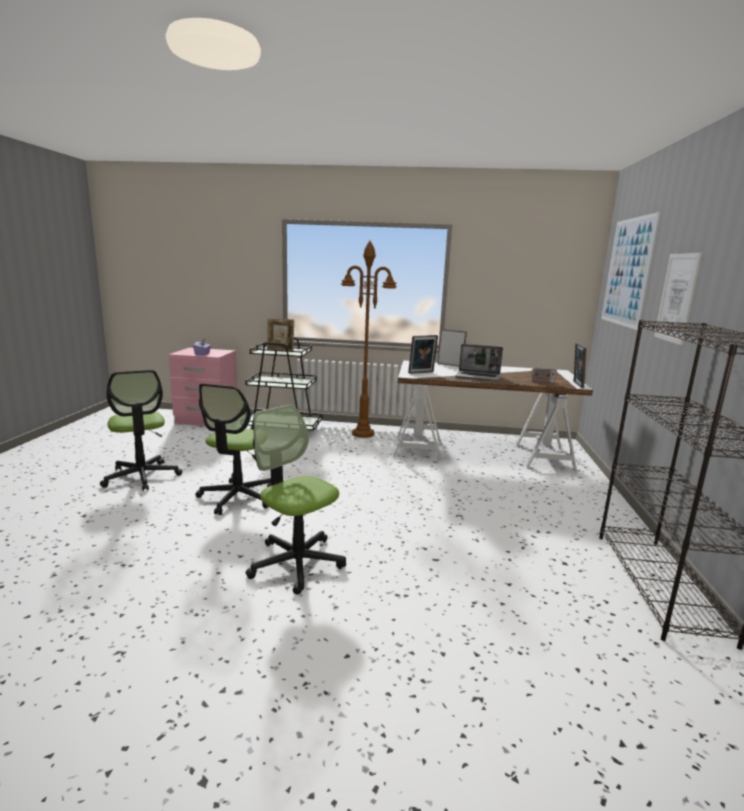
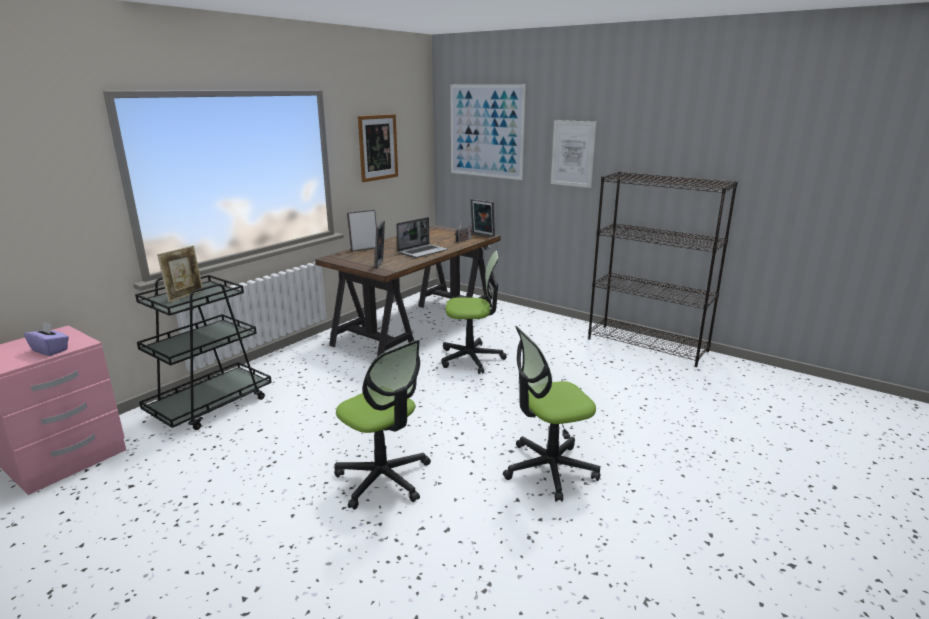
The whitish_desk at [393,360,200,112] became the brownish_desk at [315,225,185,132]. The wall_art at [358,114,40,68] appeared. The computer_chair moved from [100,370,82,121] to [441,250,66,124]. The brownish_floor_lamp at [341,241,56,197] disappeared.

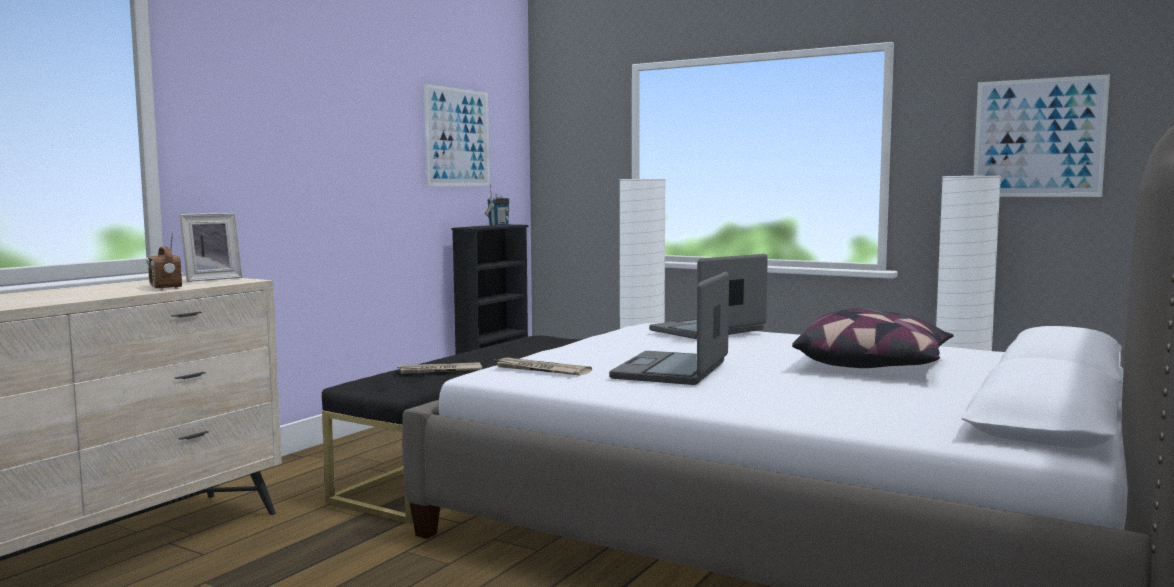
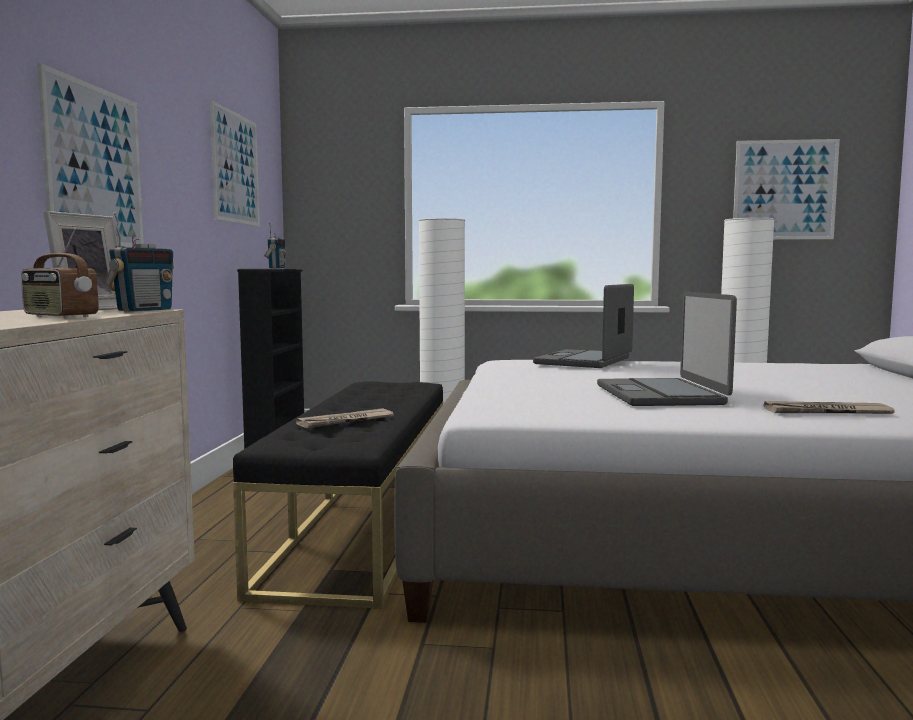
The wall_art at [37,63,107,185] appeared. The radio_receiver at [105,212,69,100] appeared. The printed_paper moved from [494,358,98,18] to [764,401,131,13]. The pillow at [792,308,162,60] disappeared.

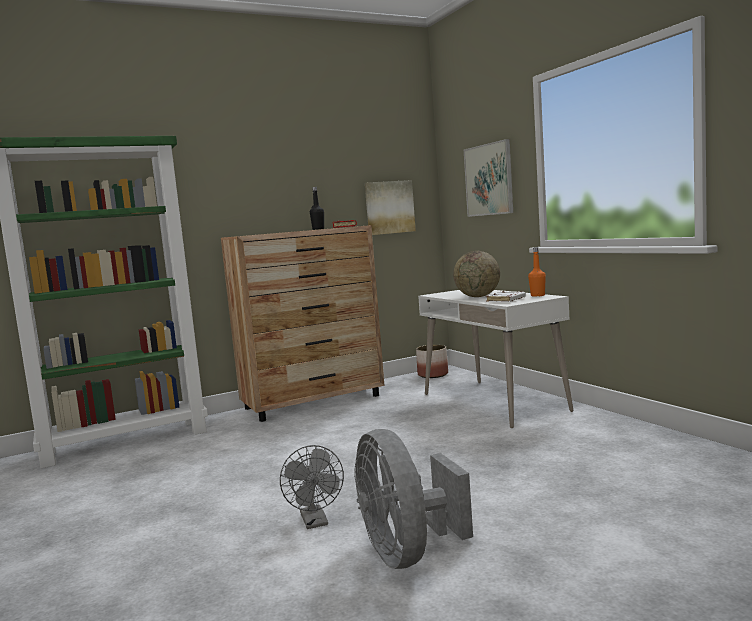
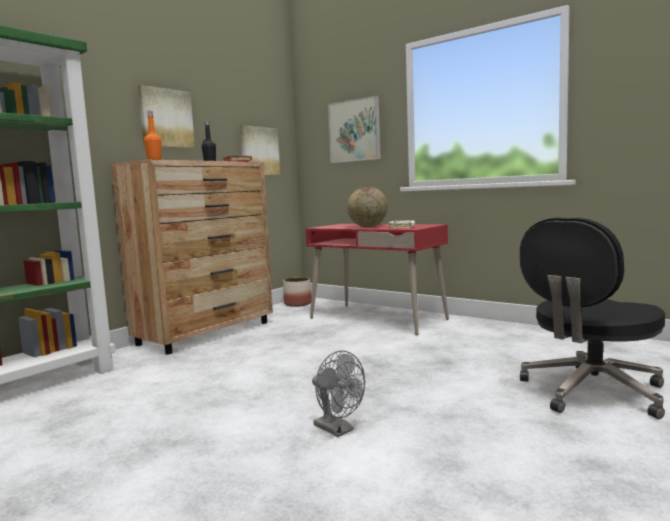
The wall_art at [138,85,57,63] appeared. The orange-coloured_bottle moved from [528,247,18,50] to [144,111,17,49]. The whitish_desk at [418,290,155,138] became the red-coloured_desk at [306,224,143,111]. The black_computer_chair at [520,218,145,201] appeared. The grey_electric_fan at [354,429,119,140] disappeared.

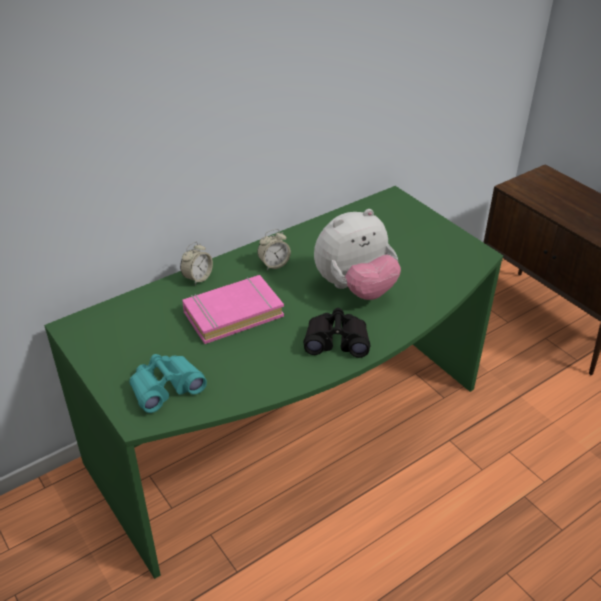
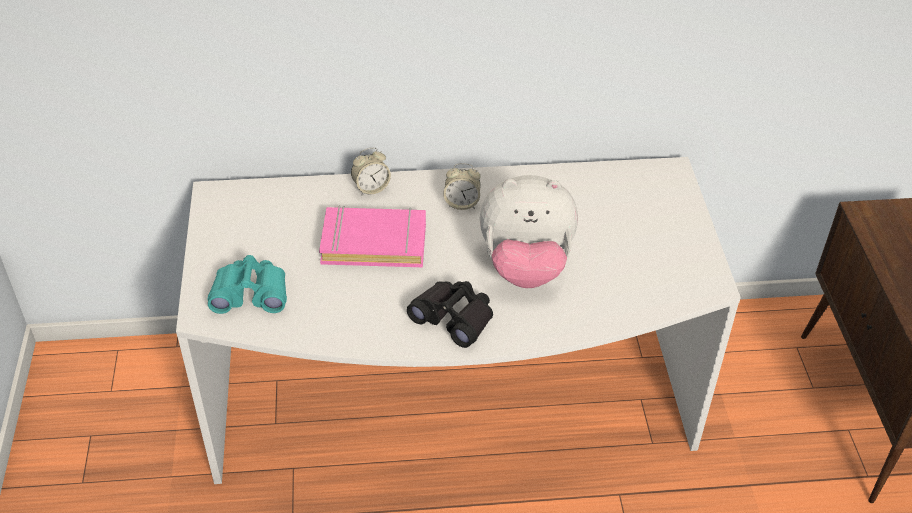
The green_desk at [44,186,459,393] became the whitish_desk at [176,157,565,327].

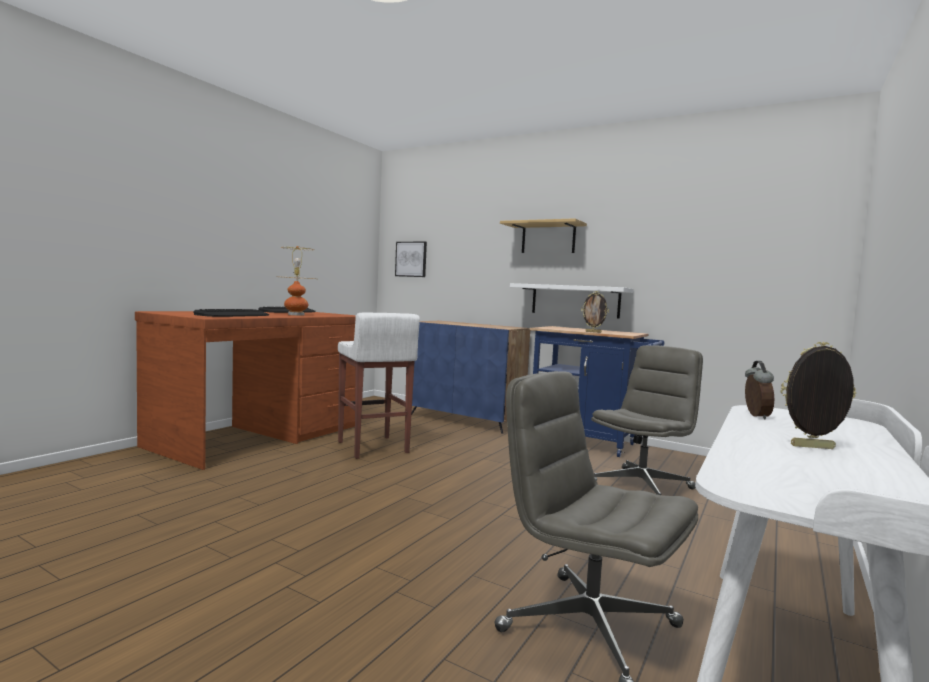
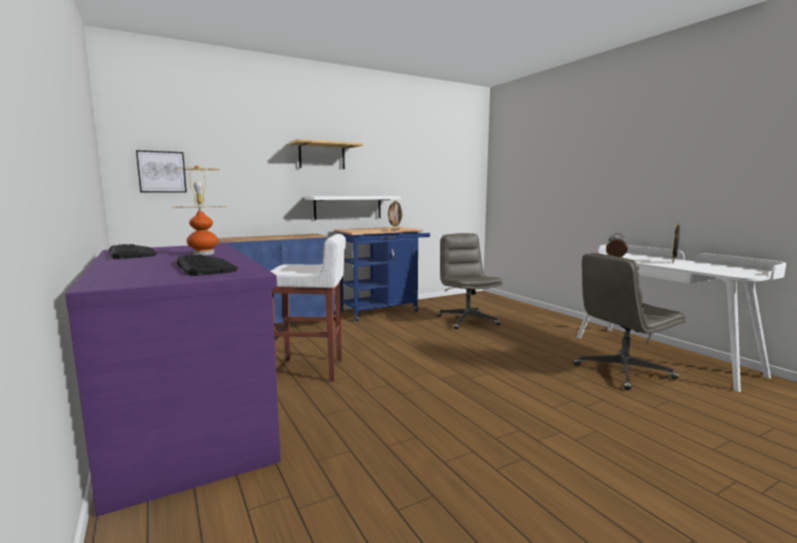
The brownish_desk at [135,311,221,159] became the purple_desk at [65,244,216,272].

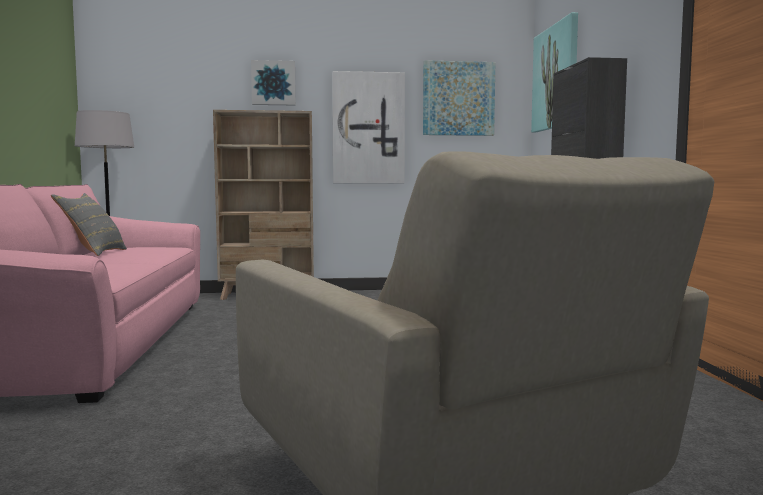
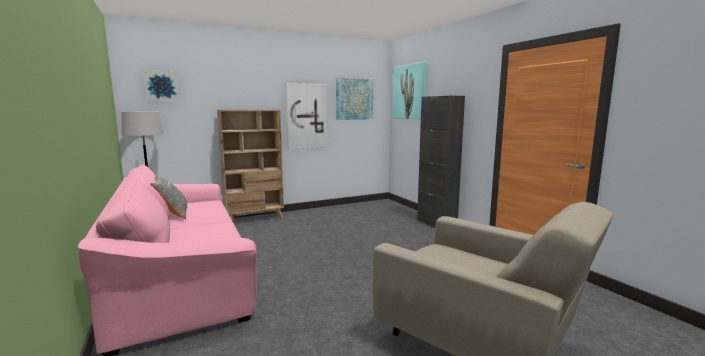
The wall_art moved from [251,60,45,46] to [144,70,36,31].

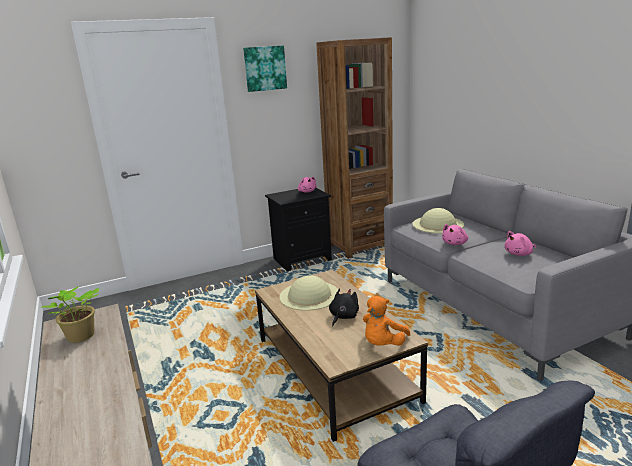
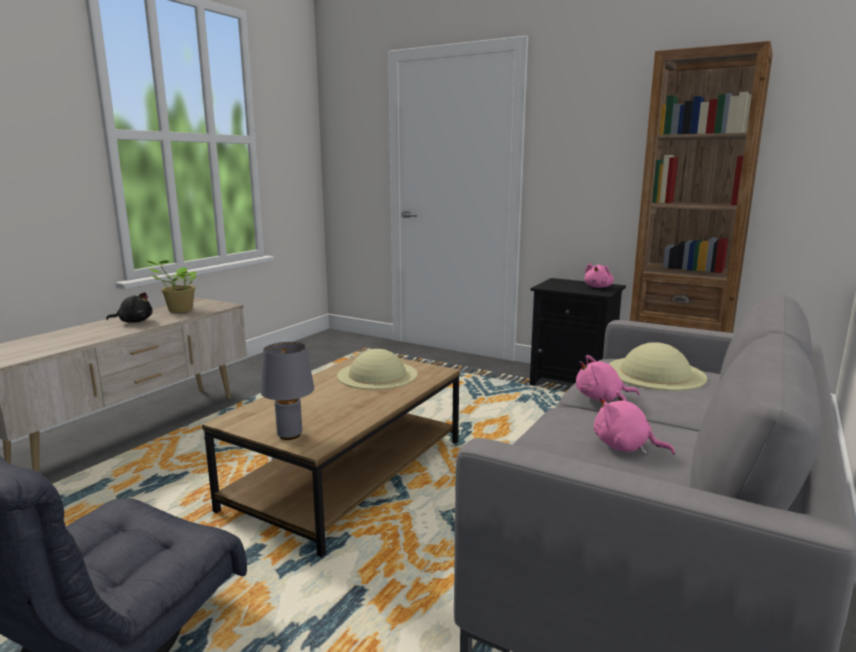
The black_cuddly_toy moved from [329,288,30,38] to [106,292,47,31]. The orange-coloured_cuddly_toy at [363,296,47,50] was replaced by the grey_lamp_for_a_table at [261,342,53,98]. The wall_art at [243,45,44,47] disappeared.

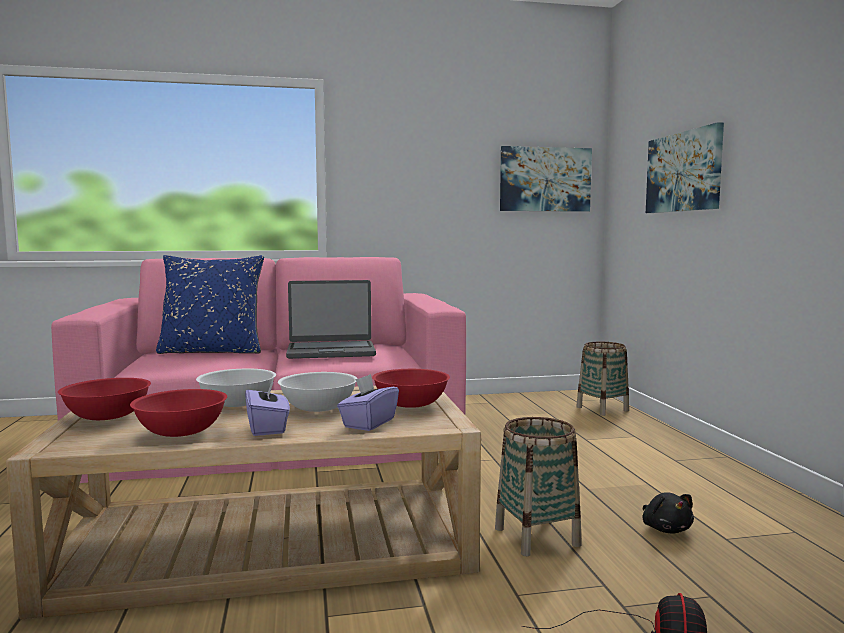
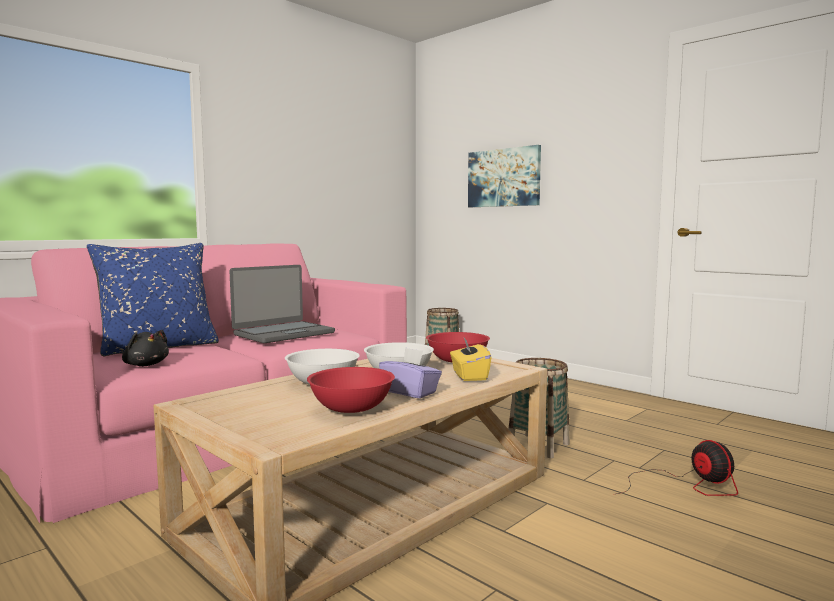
The black_cuddly_toy moved from [643,492,51,42] to [122,330,47,36]. The purple_tissue_box at [337,374,62,57] became the yellow_tissue_box at [450,338,42,43]. The red-coloured_serving_bowl at [58,378,93,42] disappeared. The wall_art at [500,146,92,66] disappeared.

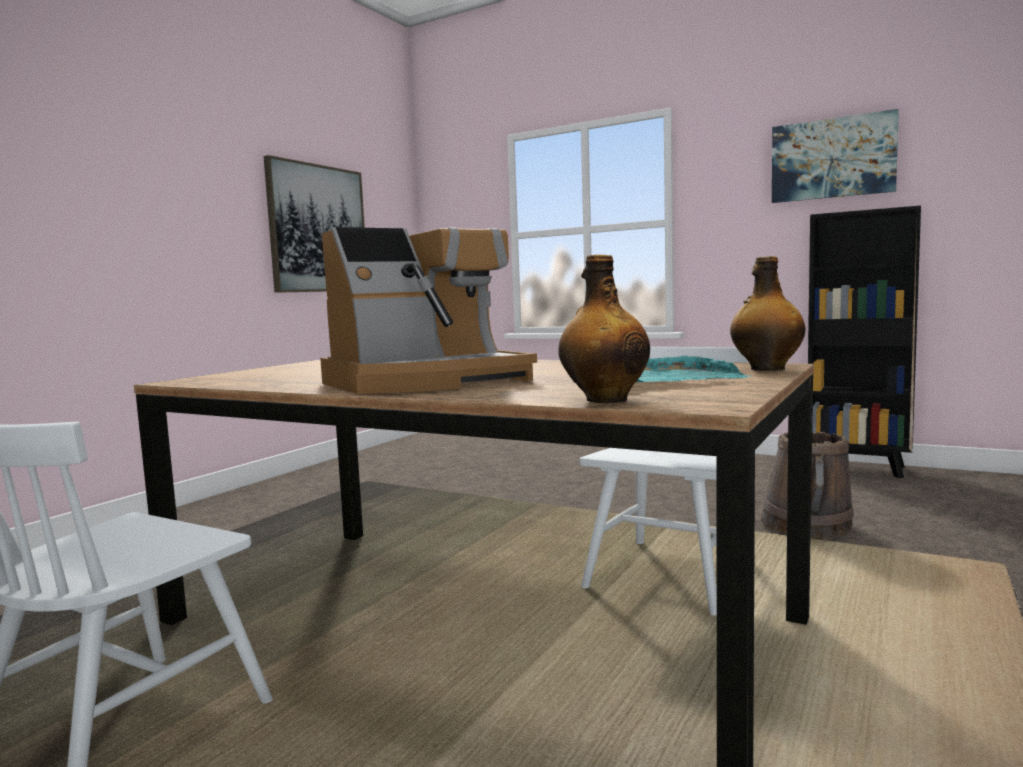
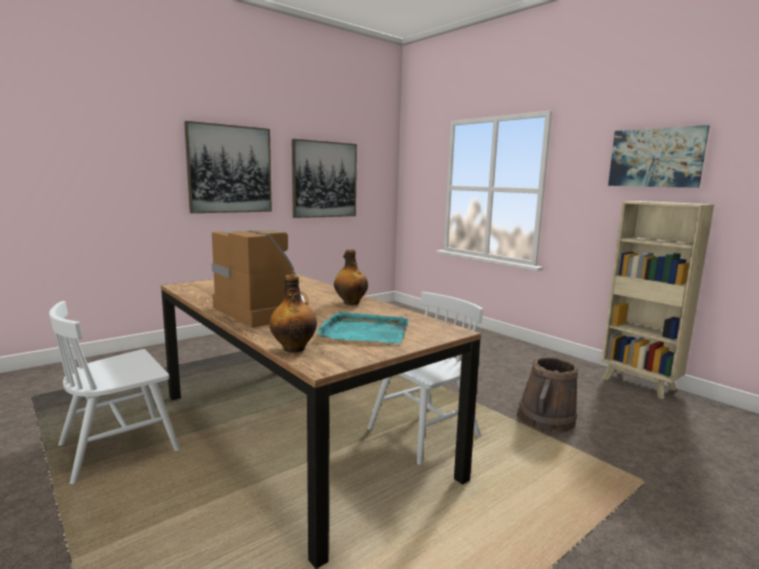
The wall_art at [184,121,88,92] appeared. The coffee_maker at [320,227,217,167] turned 120 degrees counterclockwise. The bottle moved from [730,256,75,115] to [334,249,34,56]. The black_bookcase at [808,205,113,273] became the beige-coloured_bookcase at [601,201,113,198].

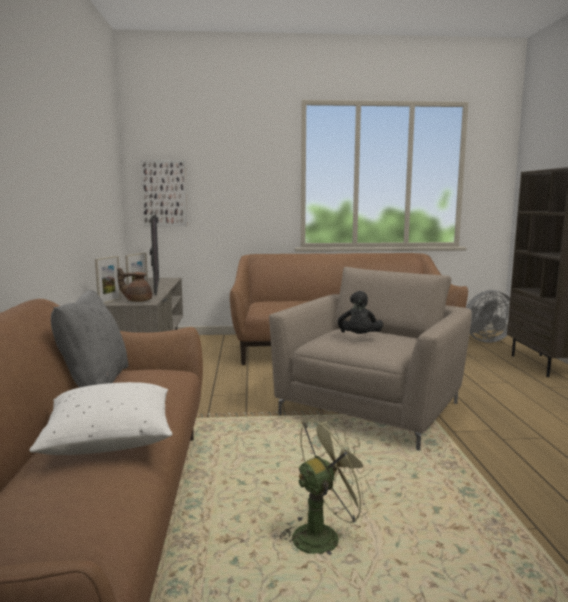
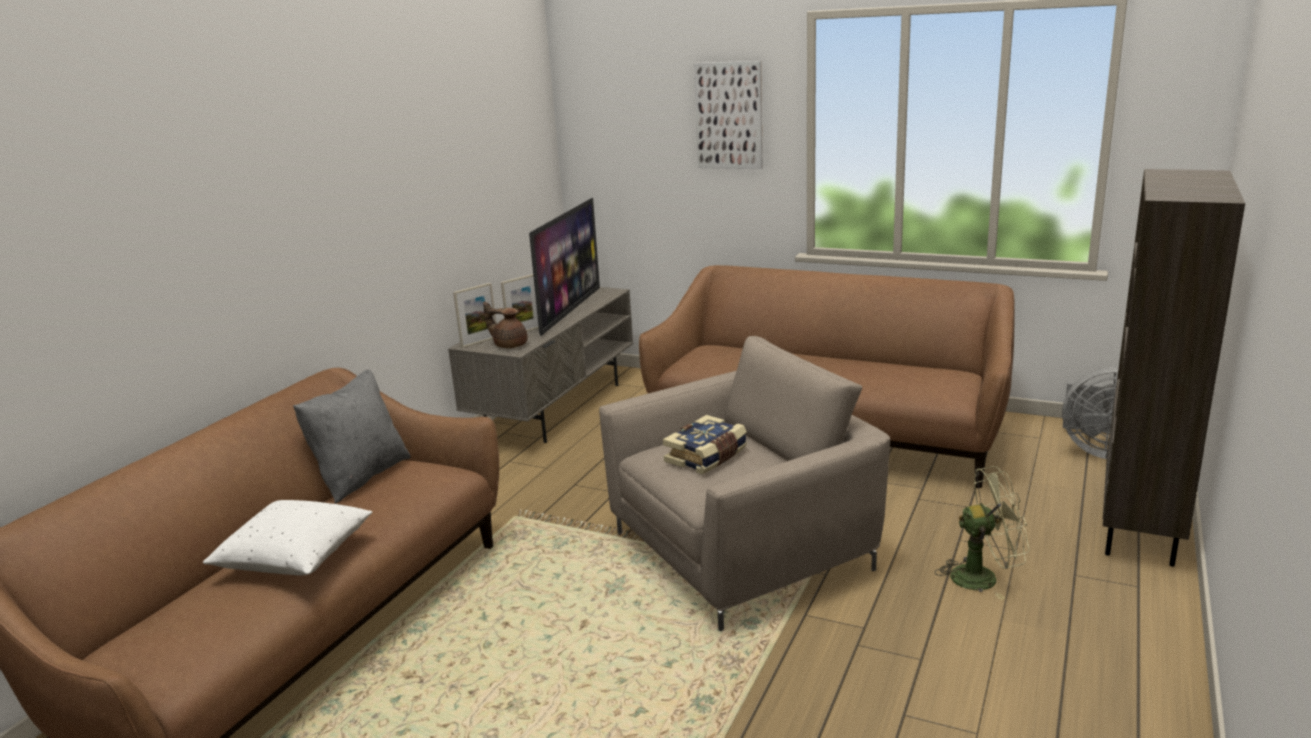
The black_cuddly_toy at [338,291,45,43] was replaced by the volume at [663,415,84,59]. The wall_art moved from [140,160,47,66] to [694,61,69,108]. The green_electric_fan moved from [280,415,97,140] to [935,466,95,134].

